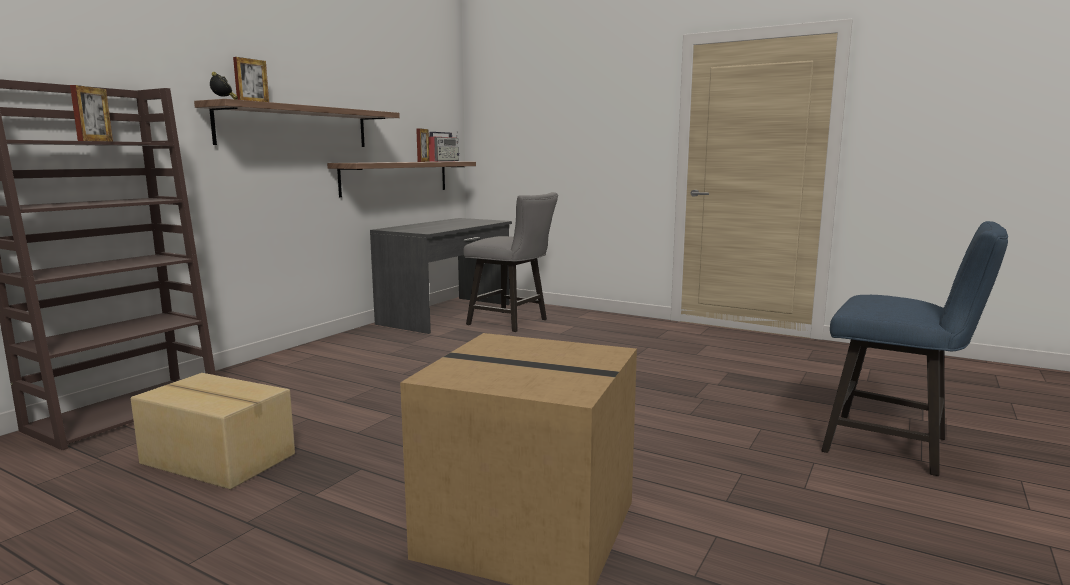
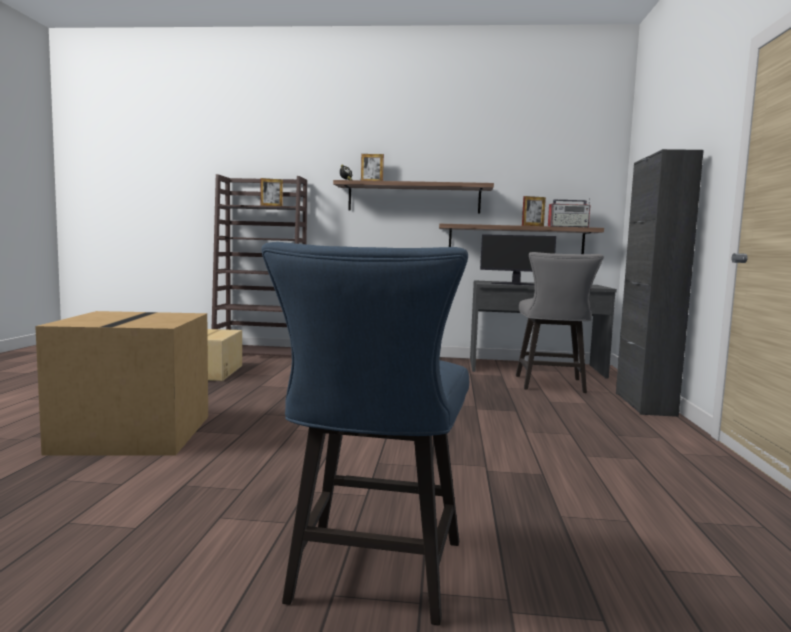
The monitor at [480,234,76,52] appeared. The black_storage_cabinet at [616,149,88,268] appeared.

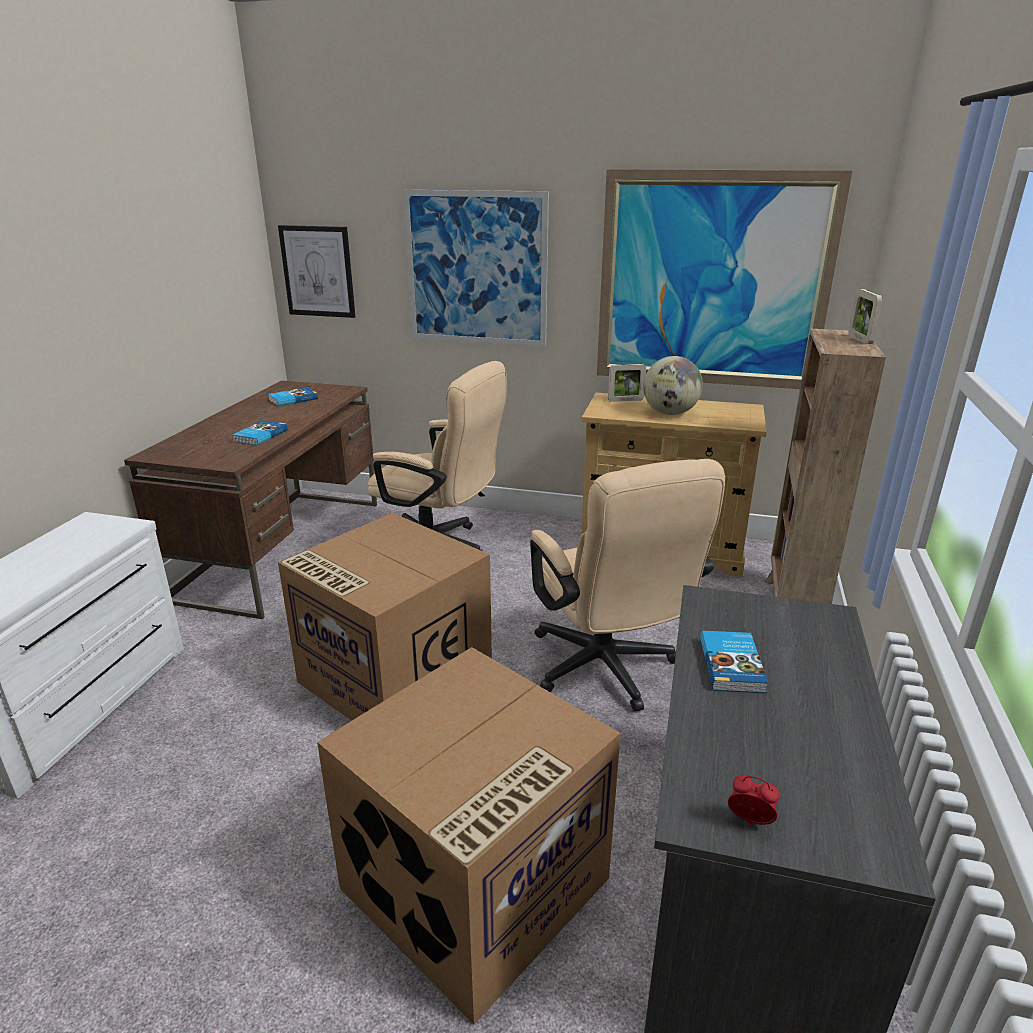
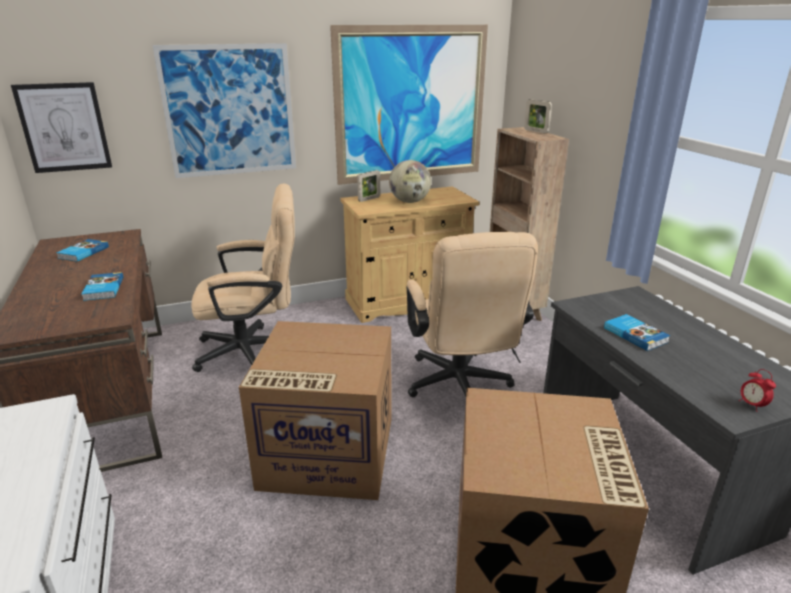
The beige-coloured_computer_chair at [530,459,195,253] turned 45 degrees clockwise. The table_clock at [728,775,51,50] turned 105 degrees counterclockwise.

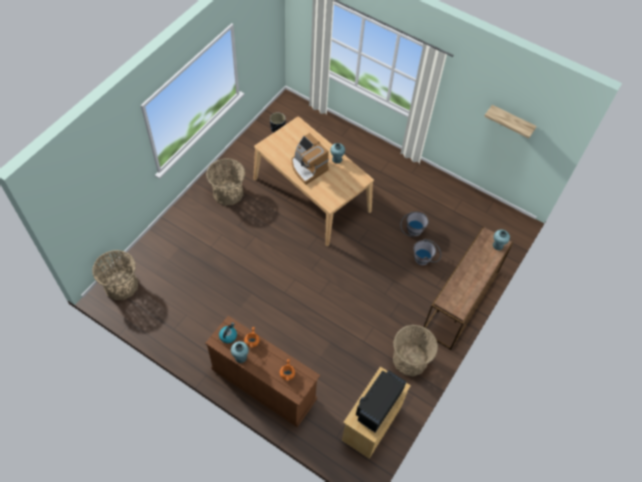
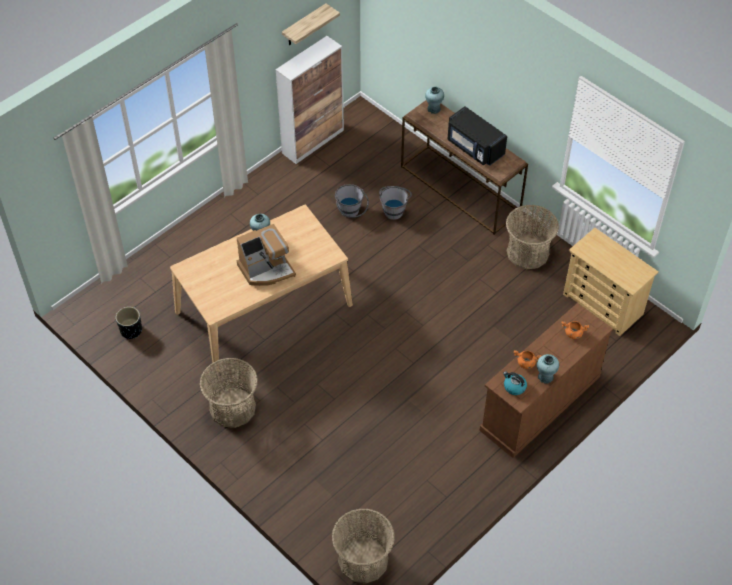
The storage_cabinet at [276,36,68,128] appeared. The black_microwave_oven moved from [356,370,51,62] to [448,106,59,60].

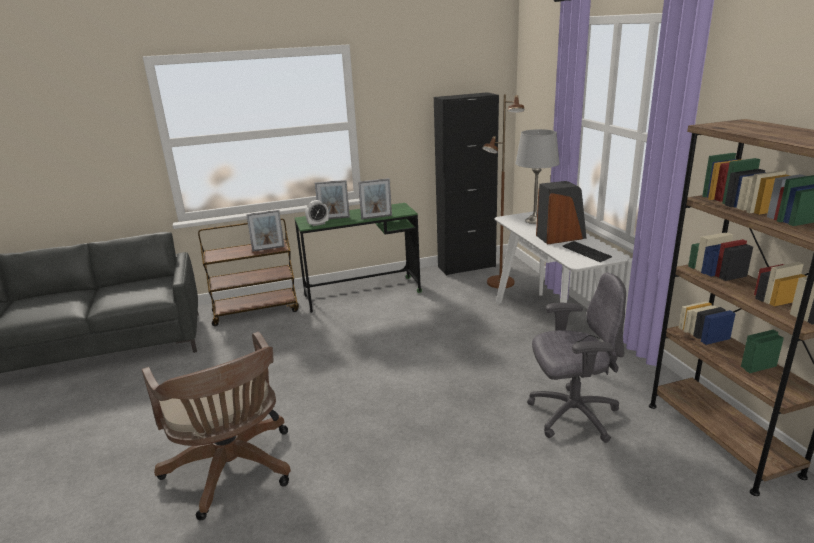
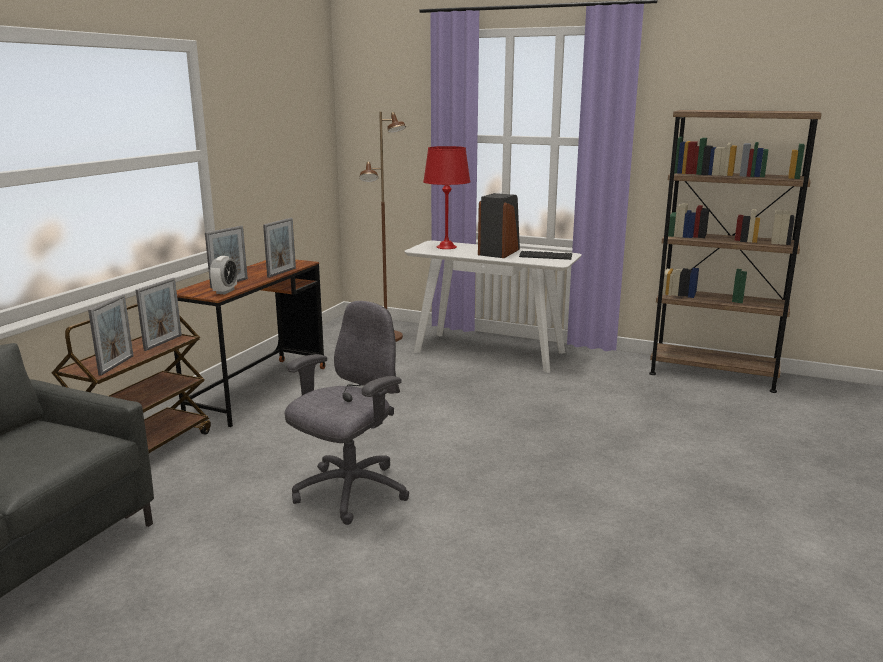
The picture_frame at [88,294,46,82] appeared. The green_desk at [295,203,127,110] became the brownish_desk at [174,259,151,168]. The grey_computer_chair moved from [527,273,99,170] to [285,301,124,224]. The grey_lamp_for_a_table at [515,129,45,95] became the red-coloured_lamp_for_a_table at [423,146,47,103]. The brownish_computer_chair at [142,332,149,188] disappeared. The black_storage_cabinet at [434,92,65,184] disappeared.

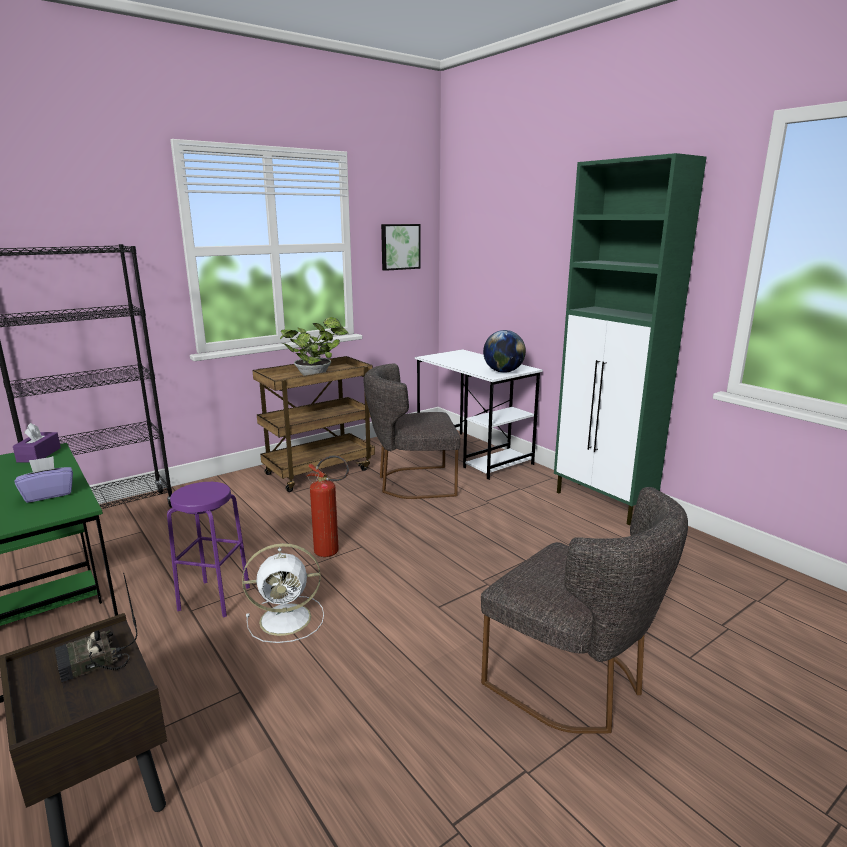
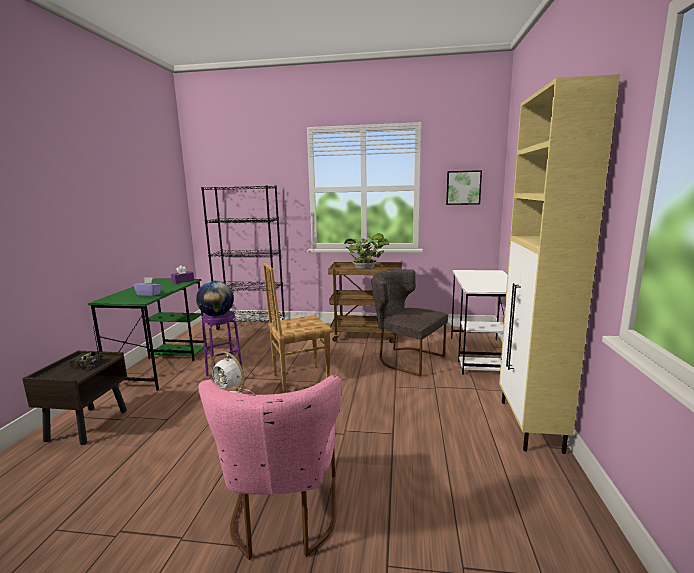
The world_globe moved from [483,330,43,43] to [196,281,38,36]. The grey_plain_chair at [481,487,207,247] became the pink_plain_chair at [199,375,143,185]. The extinguisher at [306,455,43,102] was replaced by the brownish_plain_chair at [263,262,70,131]. The green_storage_cabinet at [554,153,153,372] became the beige-coloured_storage_cabinet at [499,74,121,380].

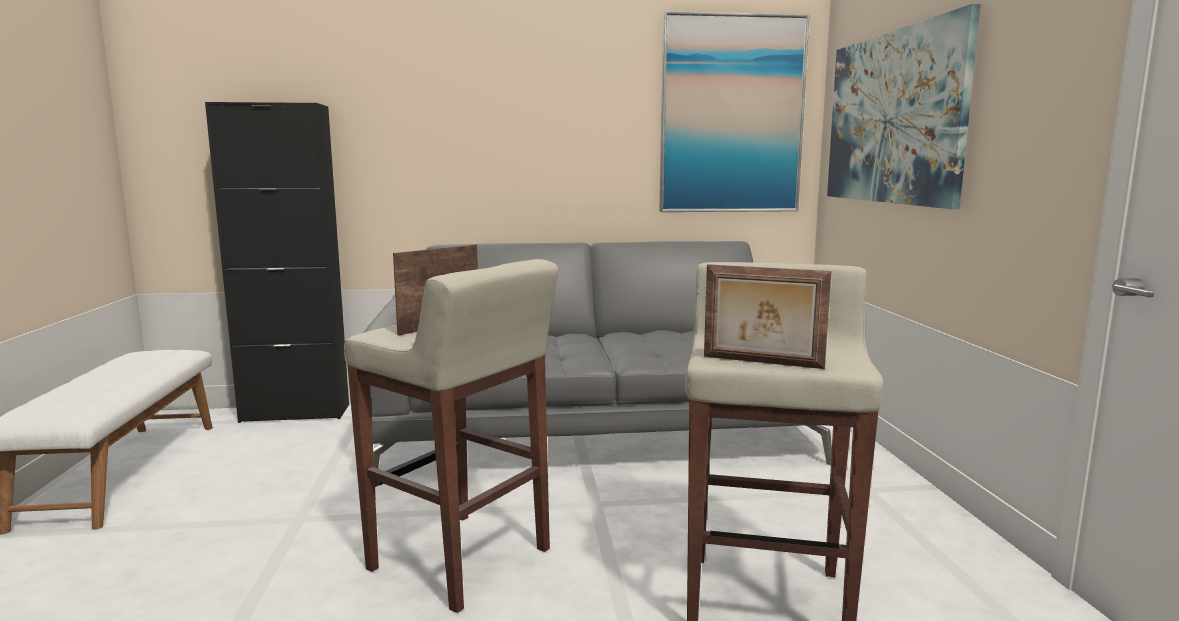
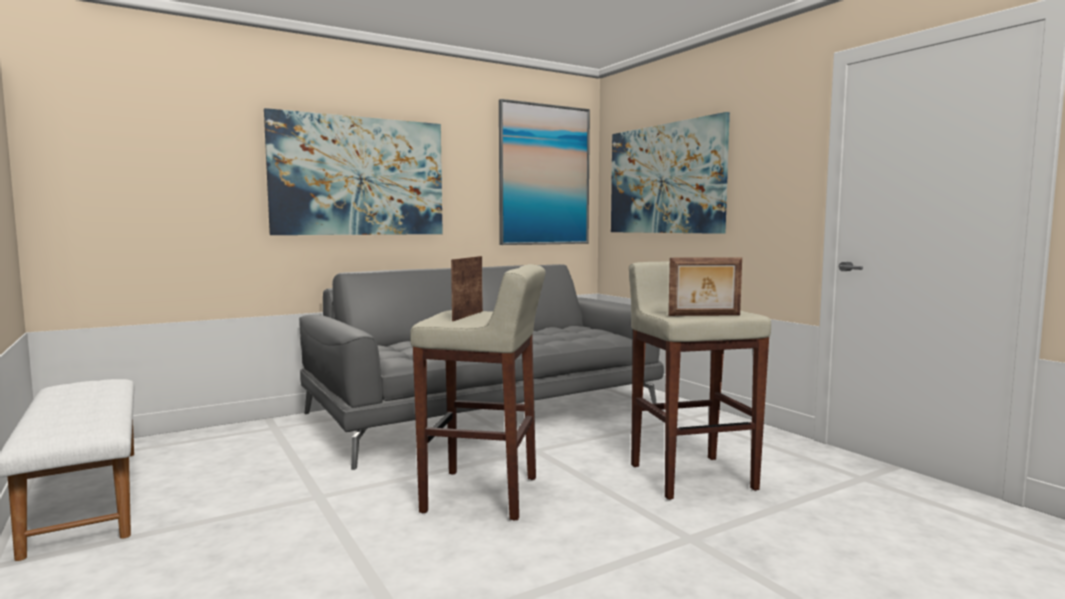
The wall_art at [264,108,179,127] appeared. The black_storage_cabinet at [205,102,144,321] disappeared.

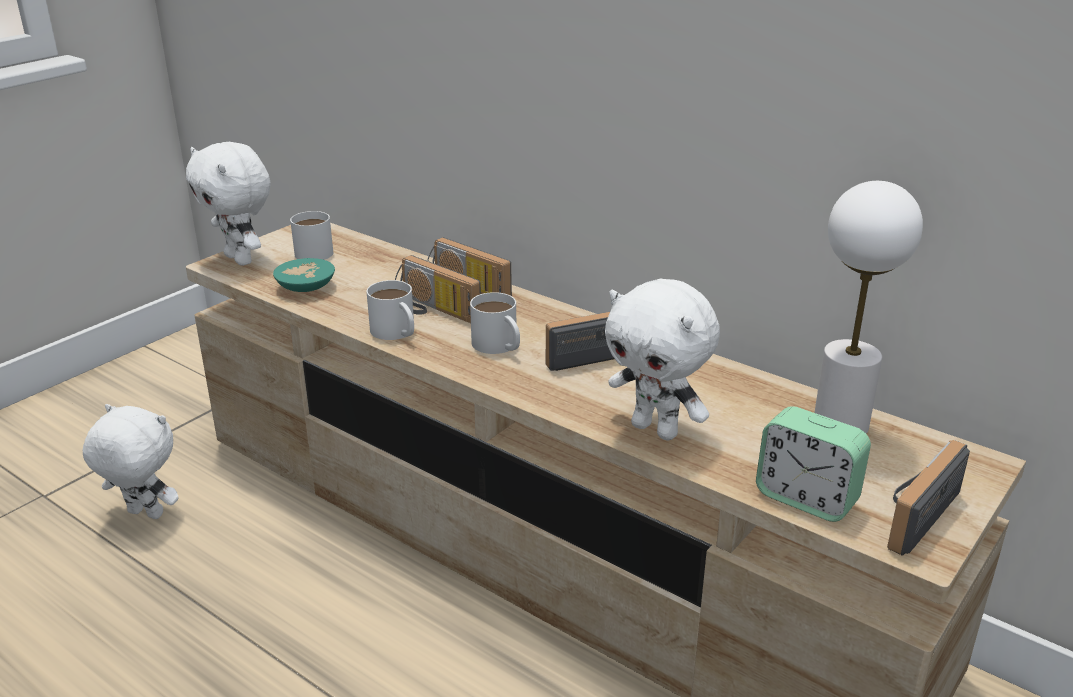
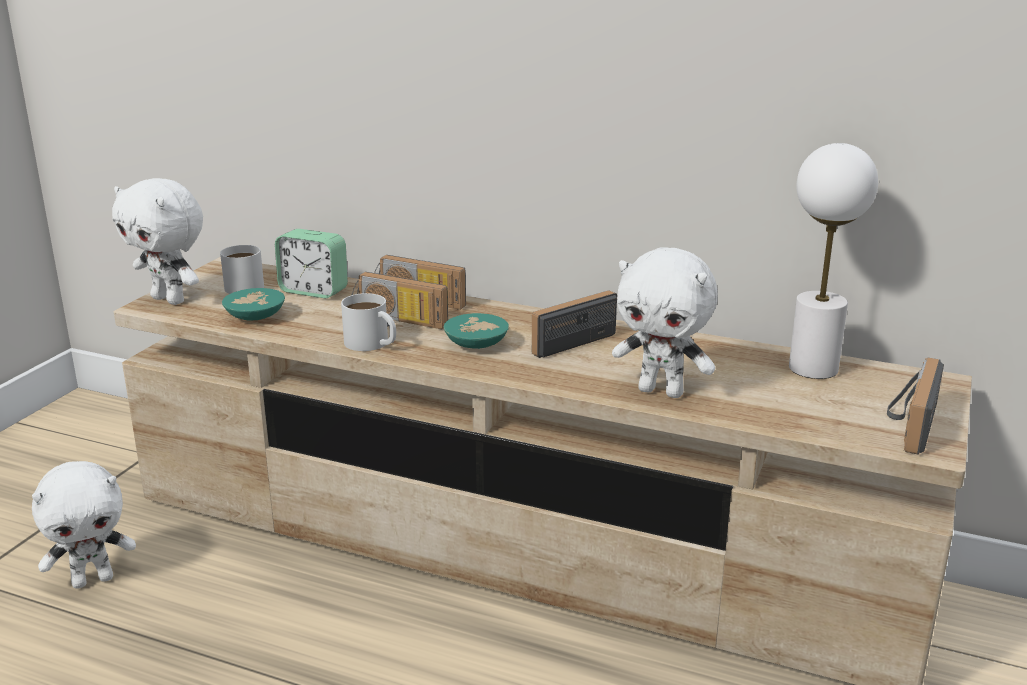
The whitish_cuddly_toy at [83,404,96,115] turned 150 degrees clockwise. The table_clock moved from [756,406,115,116] to [275,229,73,69]. The whitish_coffee_mug at [470,292,50,62] was replaced by the blue-green_serving_bowl at [444,313,65,36].

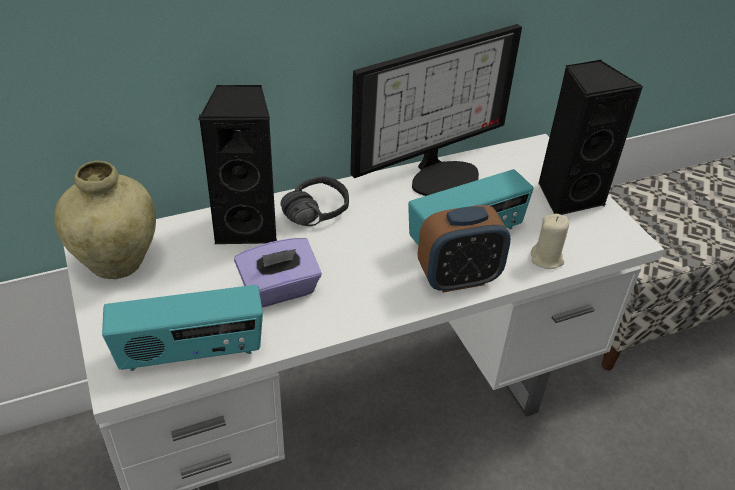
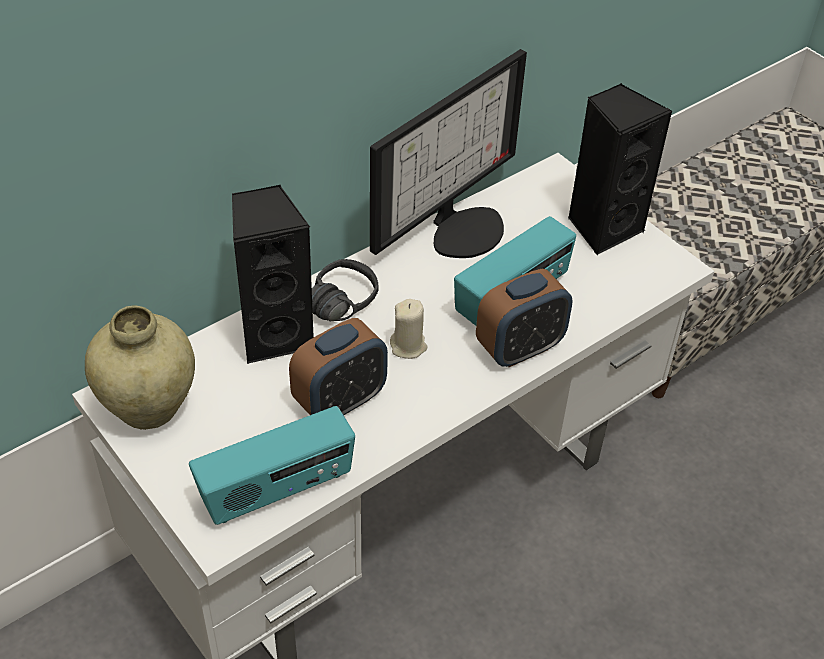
The purple_tissue_box at [234,238,88,69] was replaced by the table_clock at [289,318,99,97]. The beige-coloured_candle moved from [531,214,38,55] to [390,299,37,60].

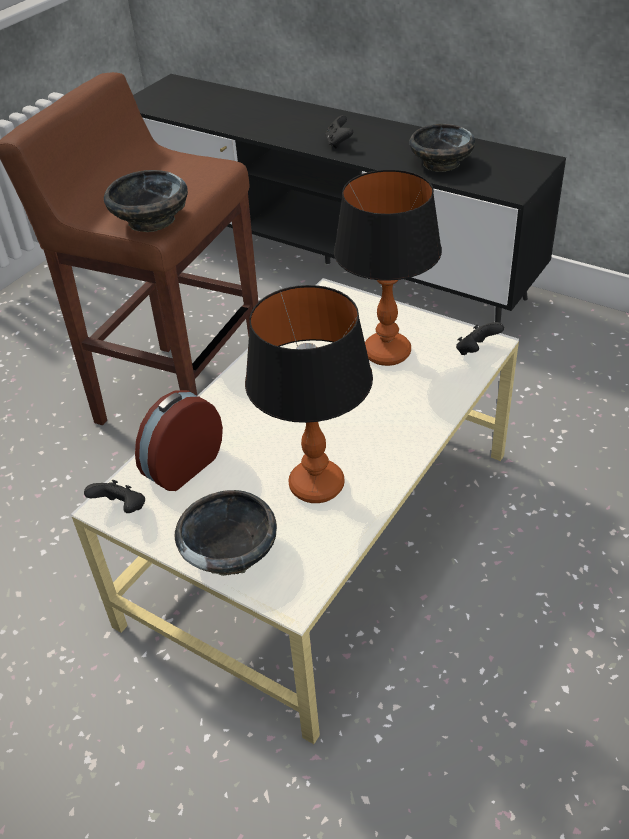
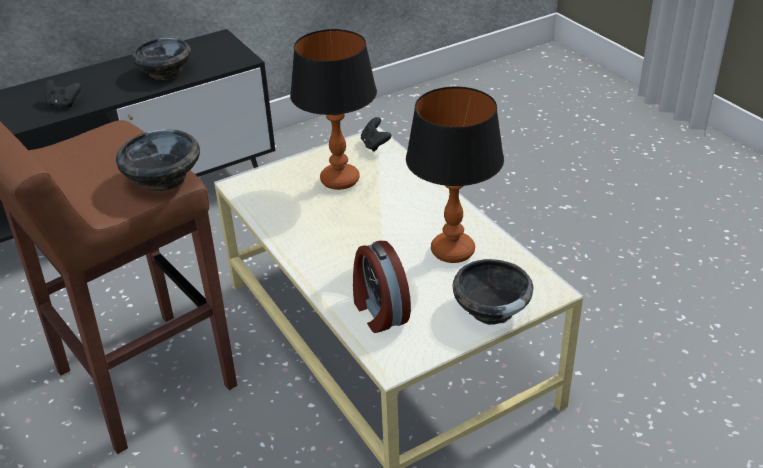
The black_gamepad at [84,480,61,33] disappeared.

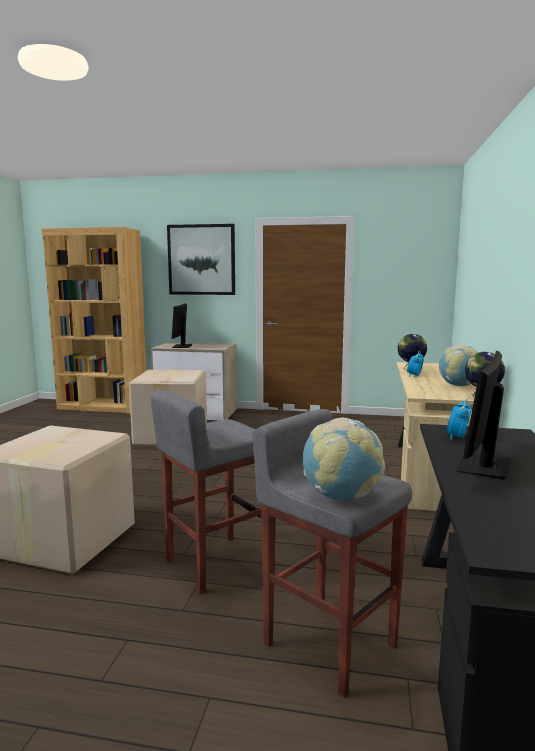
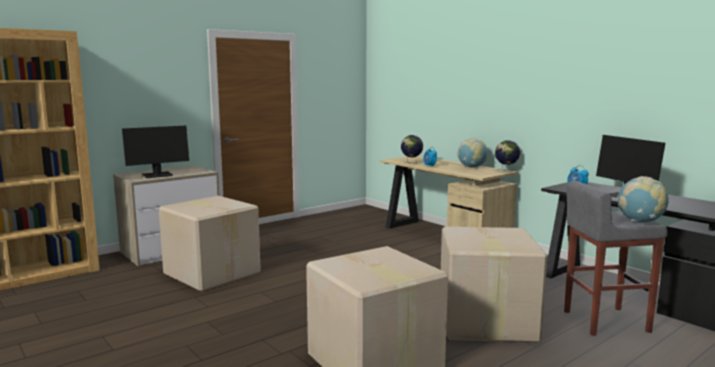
The monitor at [171,303,21,45] turned 75 degrees counterclockwise. The grey_stool at [151,390,111,204] was replaced by the packing_box at [441,227,107,116]. The wall_art at [167,224,68,71] disappeared.

